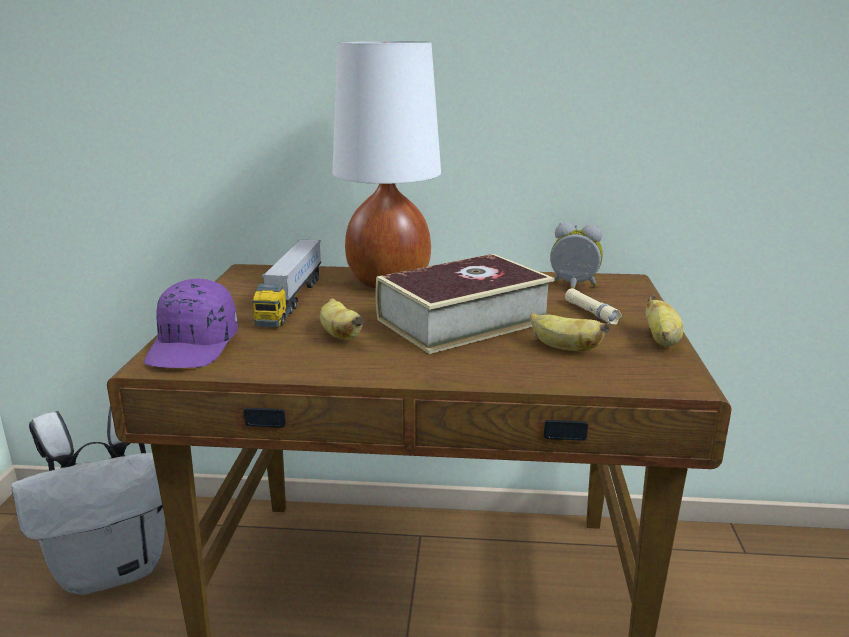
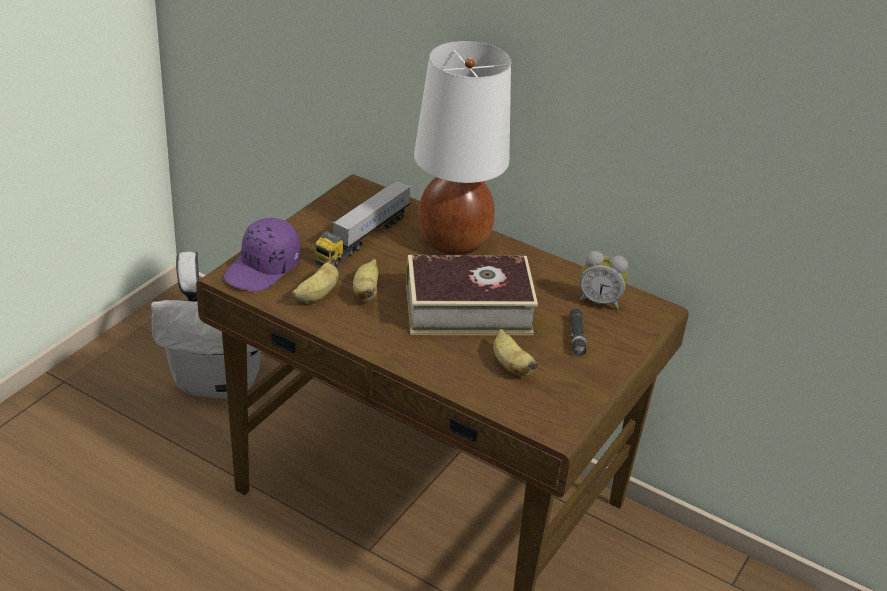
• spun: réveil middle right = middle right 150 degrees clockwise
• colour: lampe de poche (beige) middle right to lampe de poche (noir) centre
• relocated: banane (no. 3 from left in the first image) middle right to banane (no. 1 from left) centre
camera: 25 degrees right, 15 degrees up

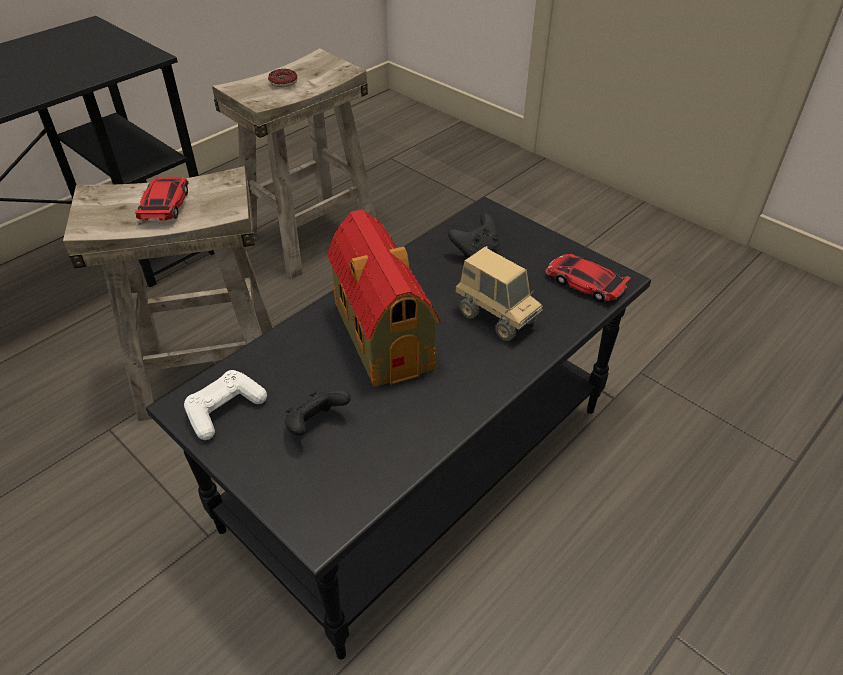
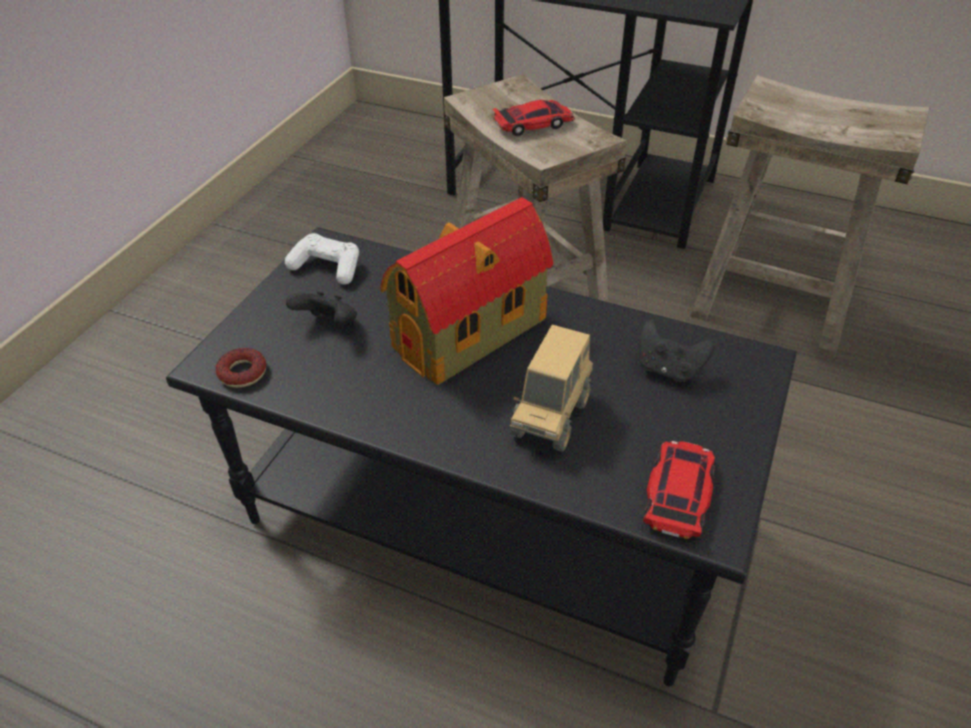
• relocated: beignet top centre to middle left
camera: 70 degrees right, 0 degrees up

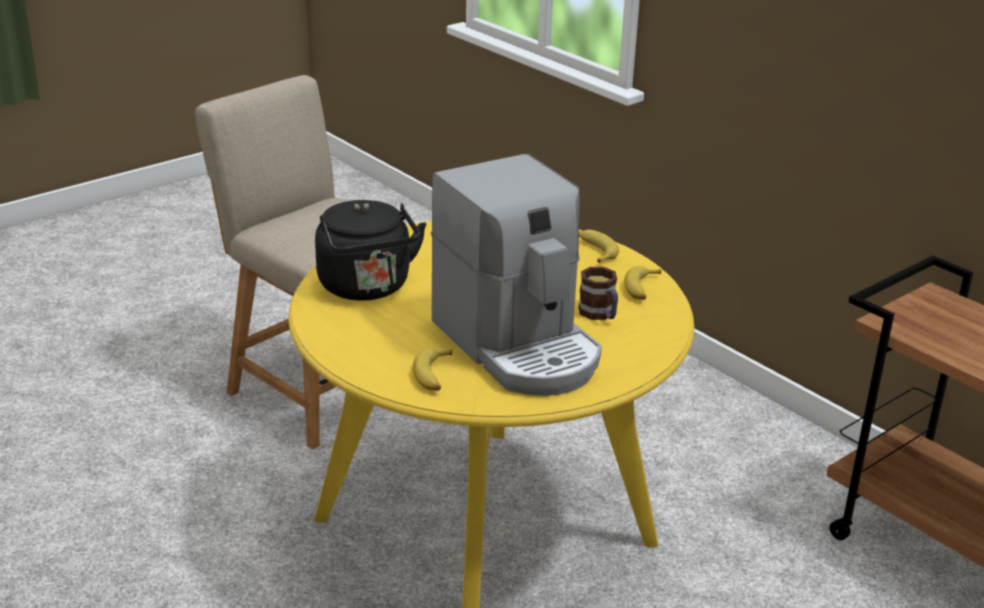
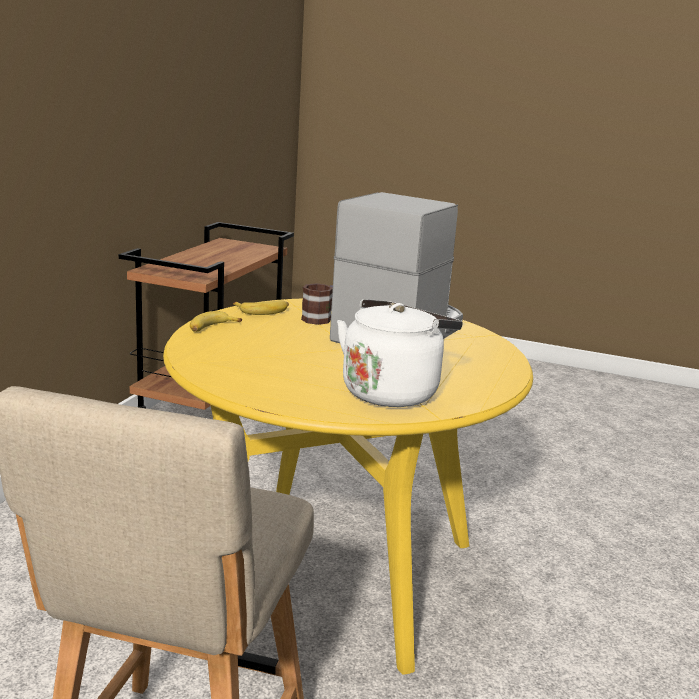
• colour: bouilloire (noir) centre to bouilloire (blanc) centre
• missing: banane (no. 1 from left) centre
camera: 120 degrees left, 10 degrees down

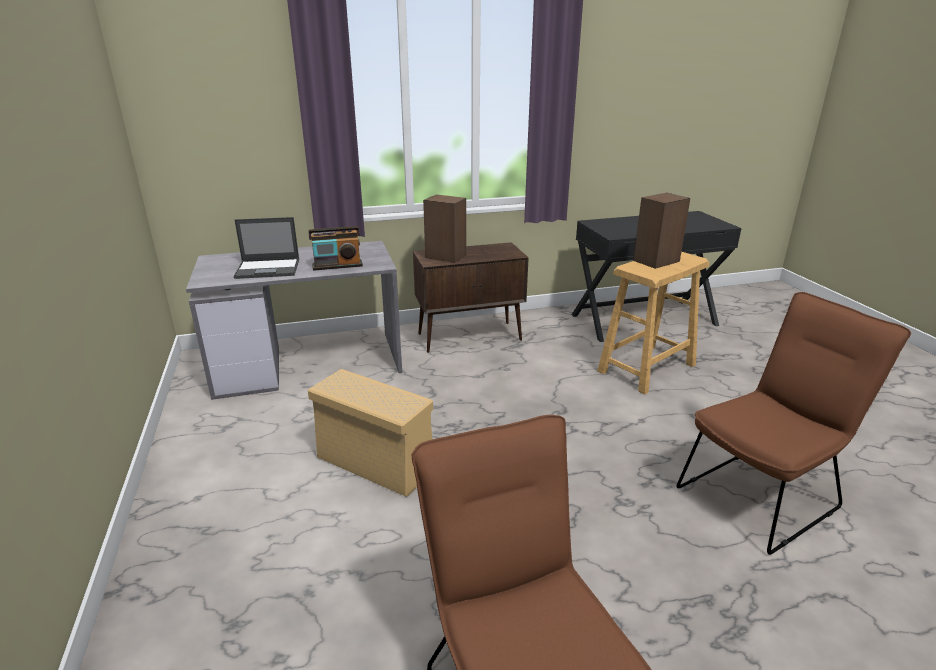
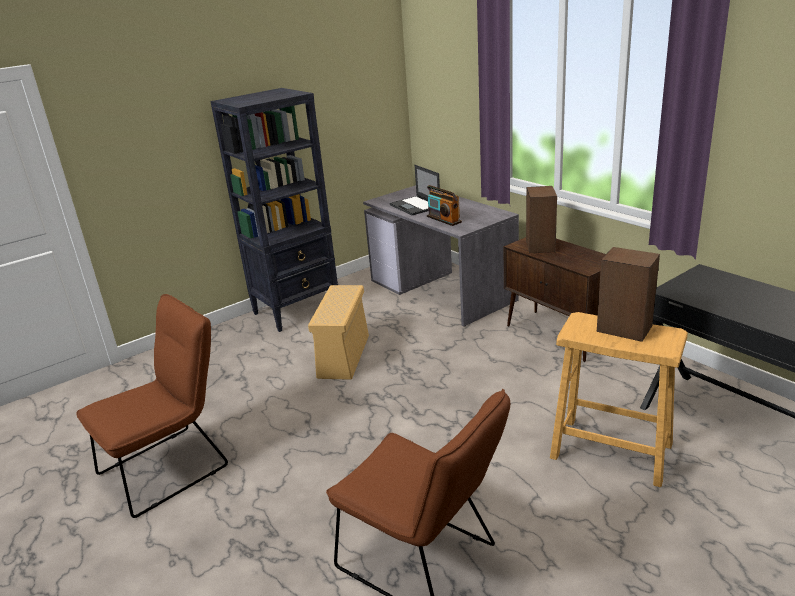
• appeared: bibliothèque (noir) centre
camera: 70 degrees right, 0 degrees up

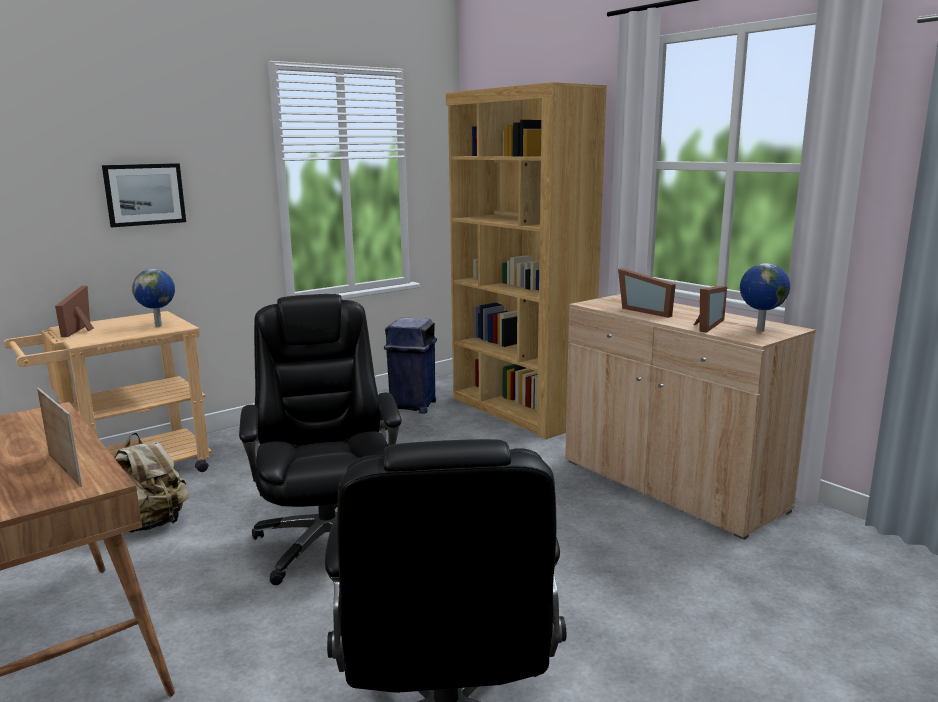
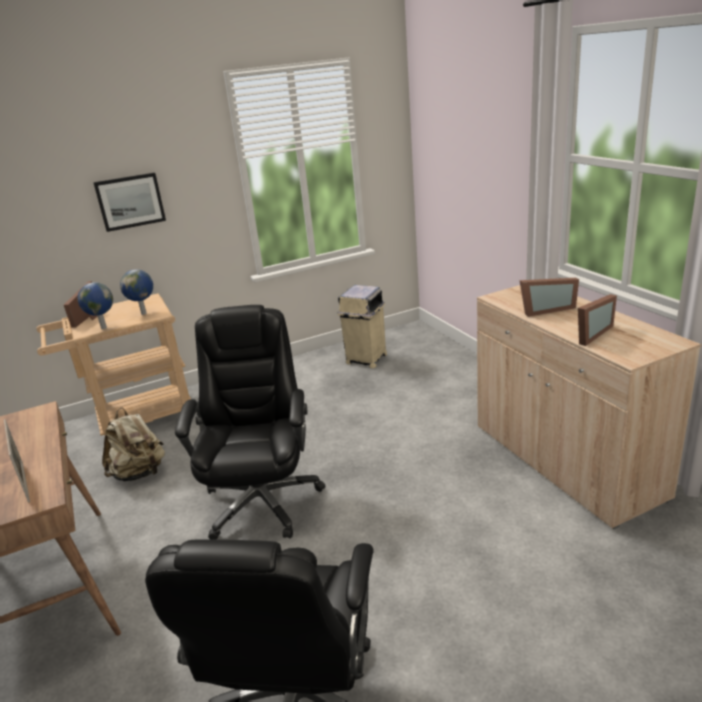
• missing: bibliothèque (marron) centre
• relocated: globe (no. 2 from left in the first image) middle right to globe (no. 1 from left) middle left
• spun: cadre photo (no. 3 from left) middle right = middle right 75 degrees counterclockwise
• colour: poubelle (bleu) centre to poubelle (beige) centre
camera: 15 degrees right, 10 degrees up

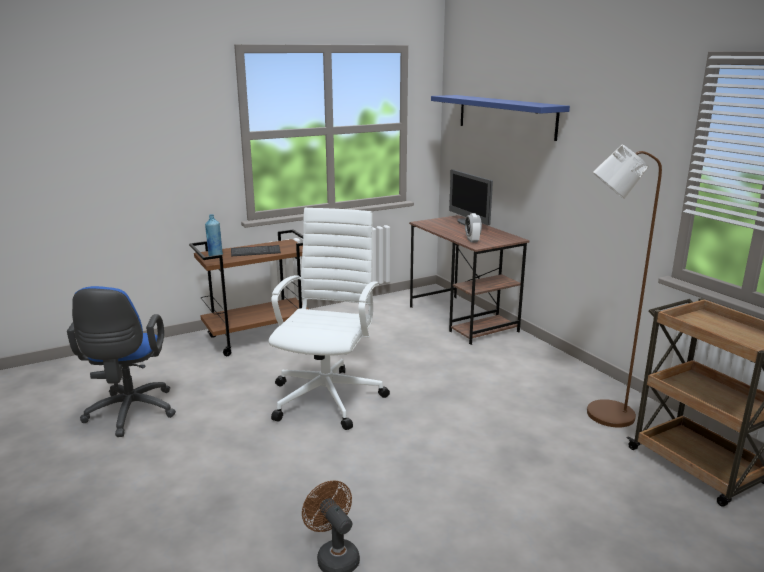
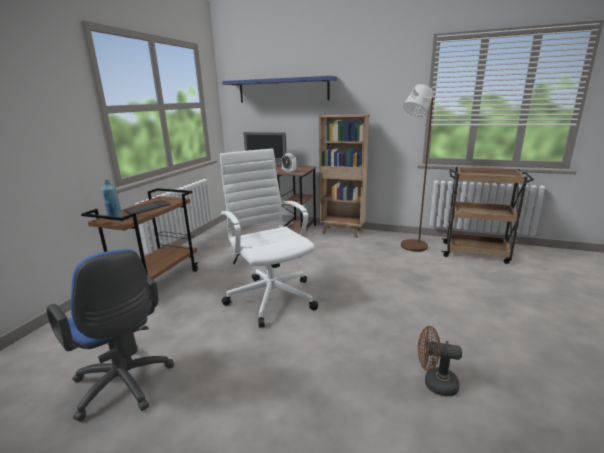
• appeared: bibliothèque (marron) centre
camera: 40 degrees left, 0 degrees up

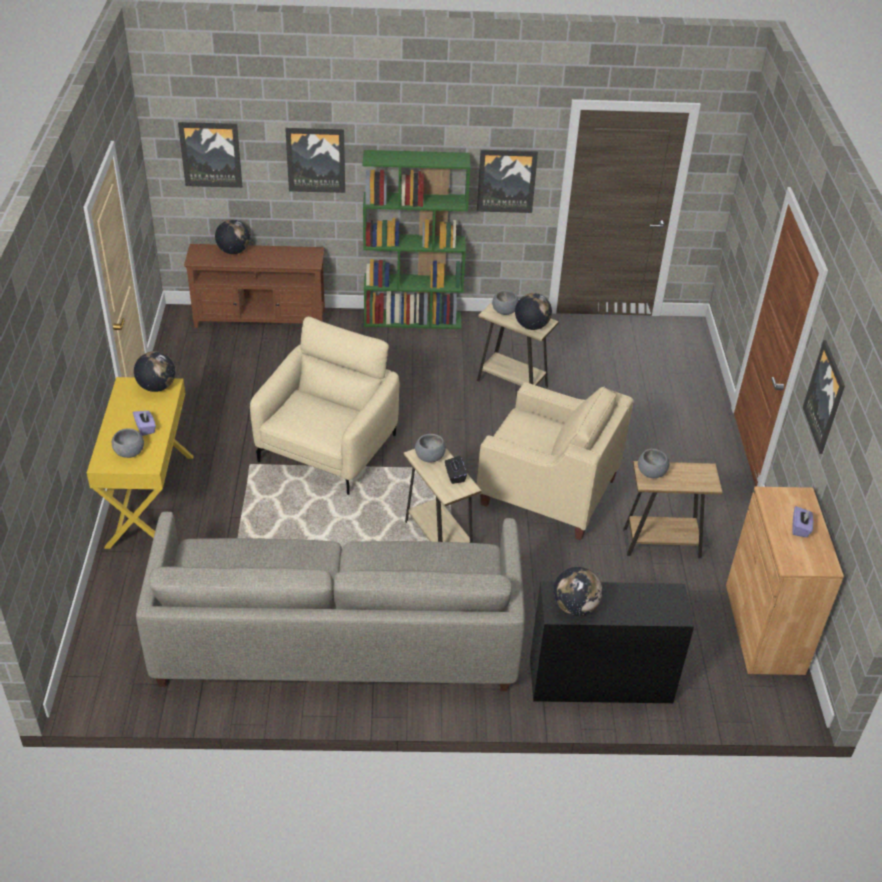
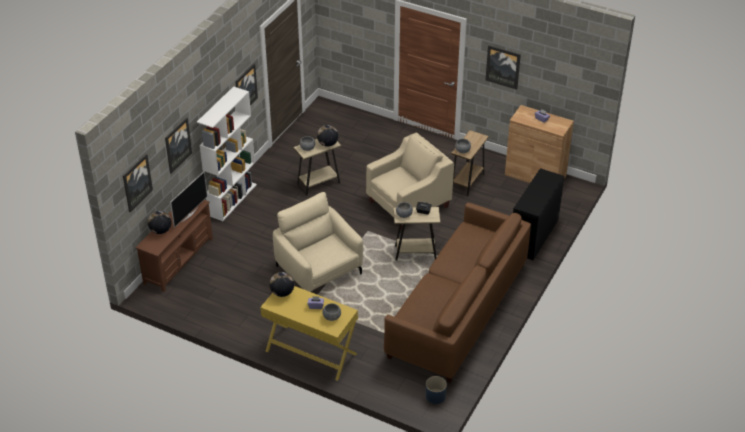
• colour: bibliothèque (vert) top centre to bibliothèque (blanc) middle left
• colour: canapé (gris) bottom centre to canapé (marron) bottom centre
• missing: globe (no. 4 from left) bottom centre
• appeared: téléviseur middle left
• appeared: cache-pot (bleu) bottom centre
camera: 60 degrees left, 0 degrees up

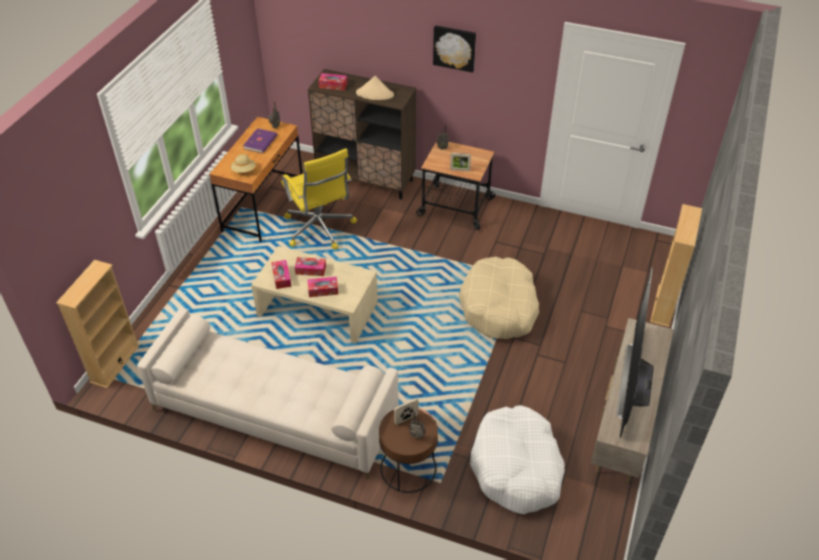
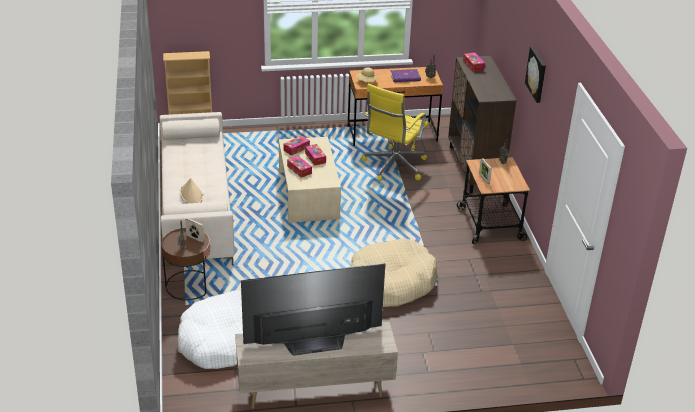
• relocated: chapeau (beige) (no. 2 from left in the first image) top centre to chapeau (beige) (no. 1 from left) middle left
• missing: bibliothèque (beige) (no. 2 from left) middle right
camera: 60 degrees right, 10 degrees down

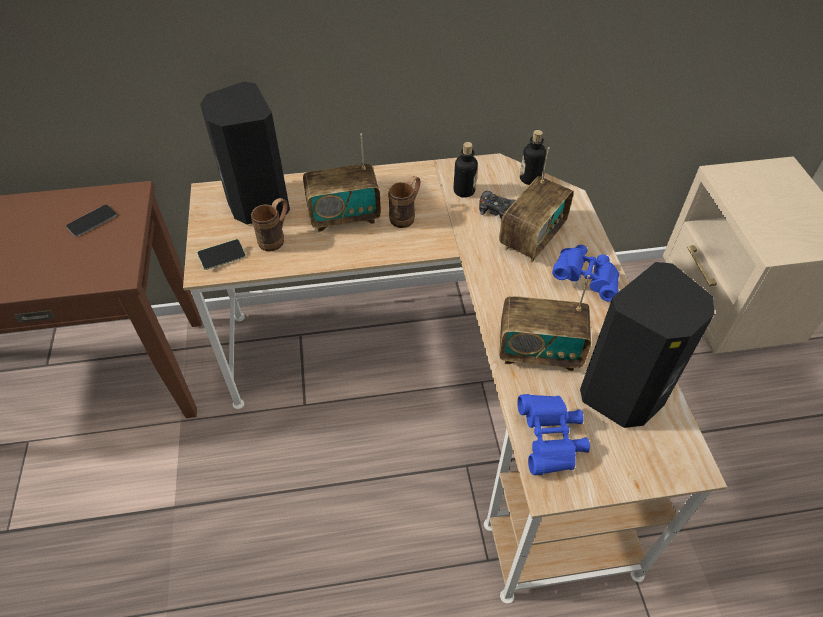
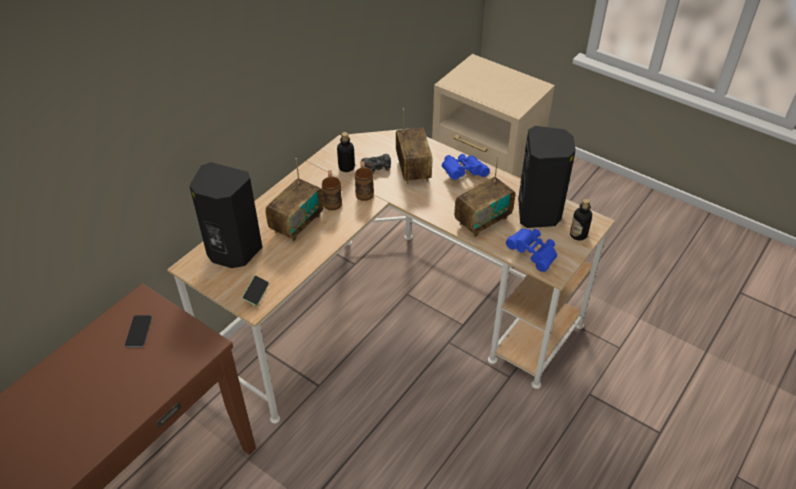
• relocated: bouteille (no. 2 from left) top centre to middle right
• relocated: mug (marron) (no. 1 from left in the first image) middle left to mug (marron) (no. 2 from left) centre
camera: 45 degrees left, 5 degrees down

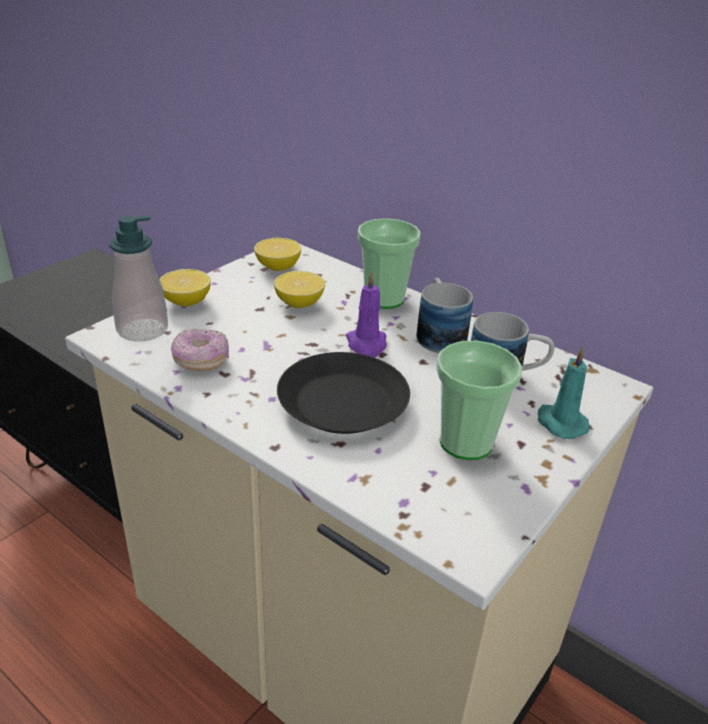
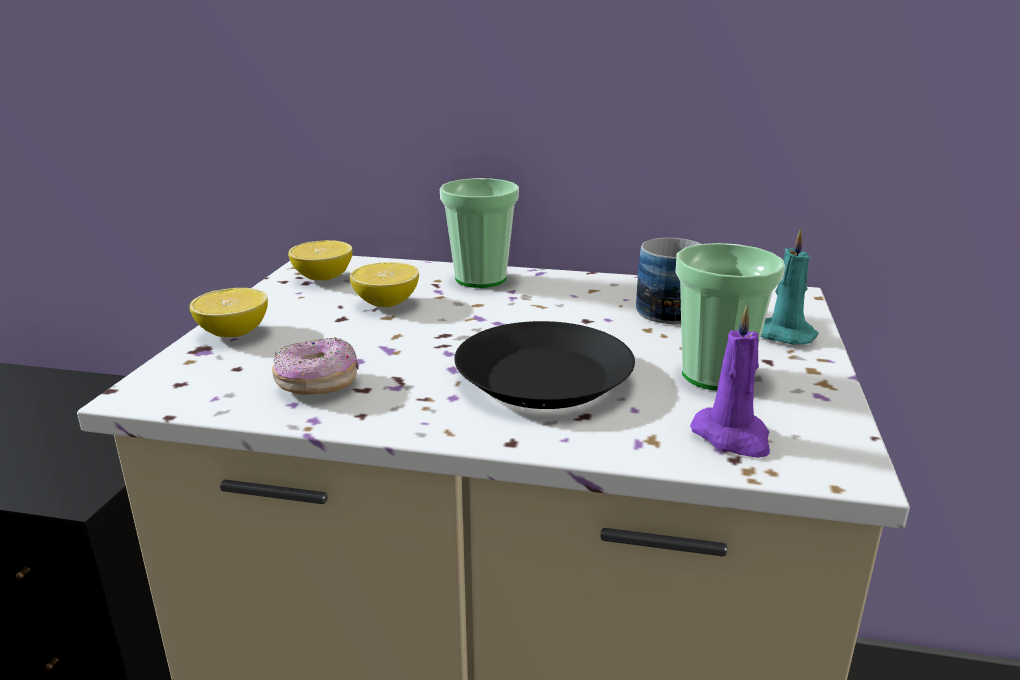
• missing: distributeur de savon middle left
• relocated: bougie (violet) centre to middle right
• missing: mug (no. 1 from left) centre
camera: 25 degrees left, 10 degrees down

